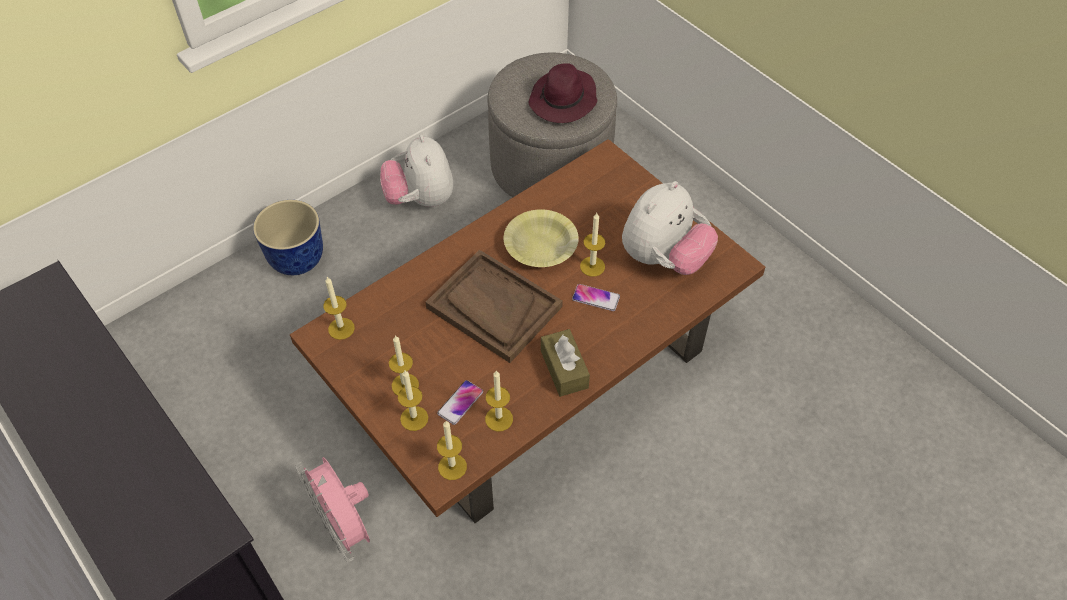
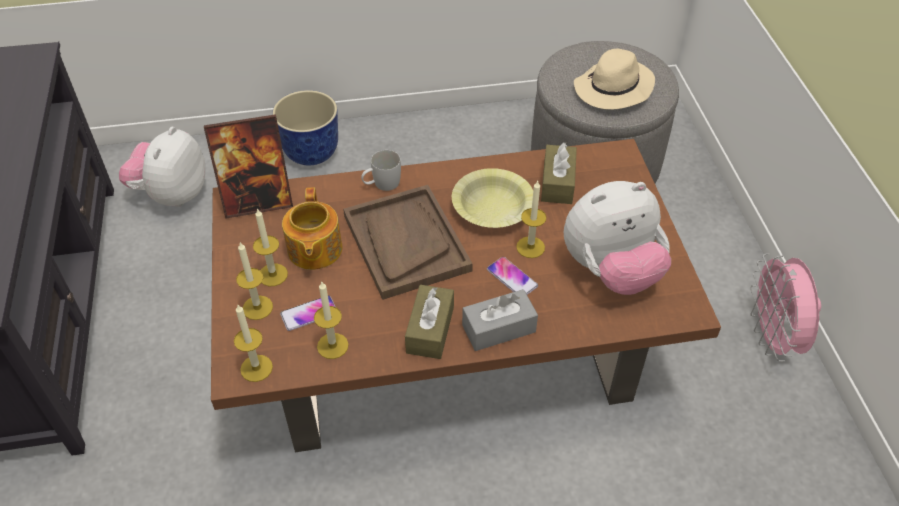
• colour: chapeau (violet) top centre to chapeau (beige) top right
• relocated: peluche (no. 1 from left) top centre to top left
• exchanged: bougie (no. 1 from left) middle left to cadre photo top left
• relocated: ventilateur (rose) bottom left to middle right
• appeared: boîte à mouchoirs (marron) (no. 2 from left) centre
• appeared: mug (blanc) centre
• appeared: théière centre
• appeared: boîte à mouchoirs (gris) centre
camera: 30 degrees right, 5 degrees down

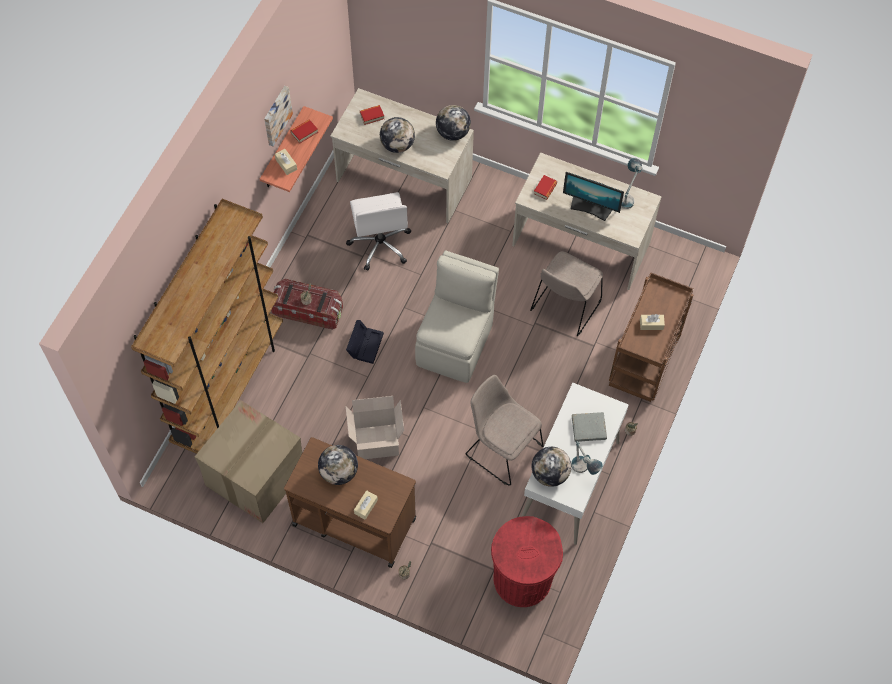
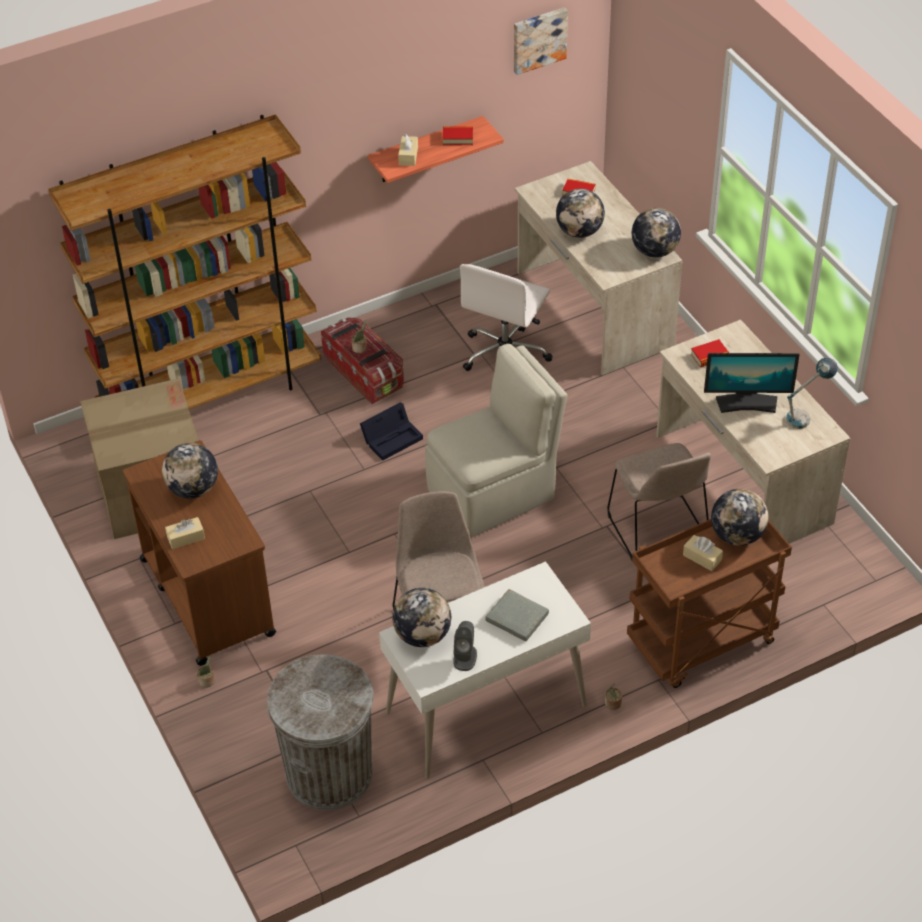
• relocated: tableau top left to top centre
• spun: écran d'ordinateur top centre = middle right 60 degrees counterclockwise
• spun: chaise (beige) (no. 3 from left) centre = middle right 90 degrees counterclockwise
• missing: carton (no. 2 from left) centre
• exchanged: lampe de table (no. 1 from left) bottom centre to enceinte (gris) bottom centre
• colour: poubelle (rouge) bottom centre to poubelle (gris) bottom centre
• appeared: globe (no. 5 from left) middle right
camera: 40 degrees right, 15 degrees down

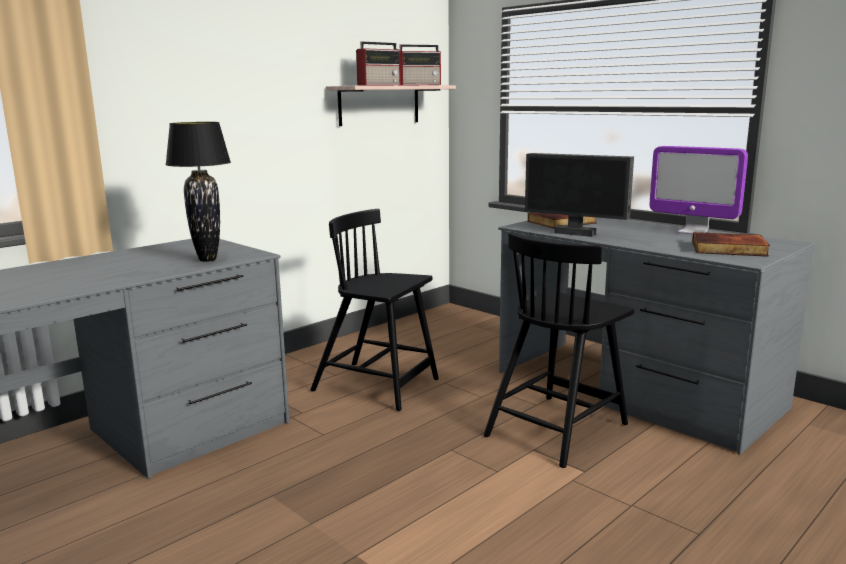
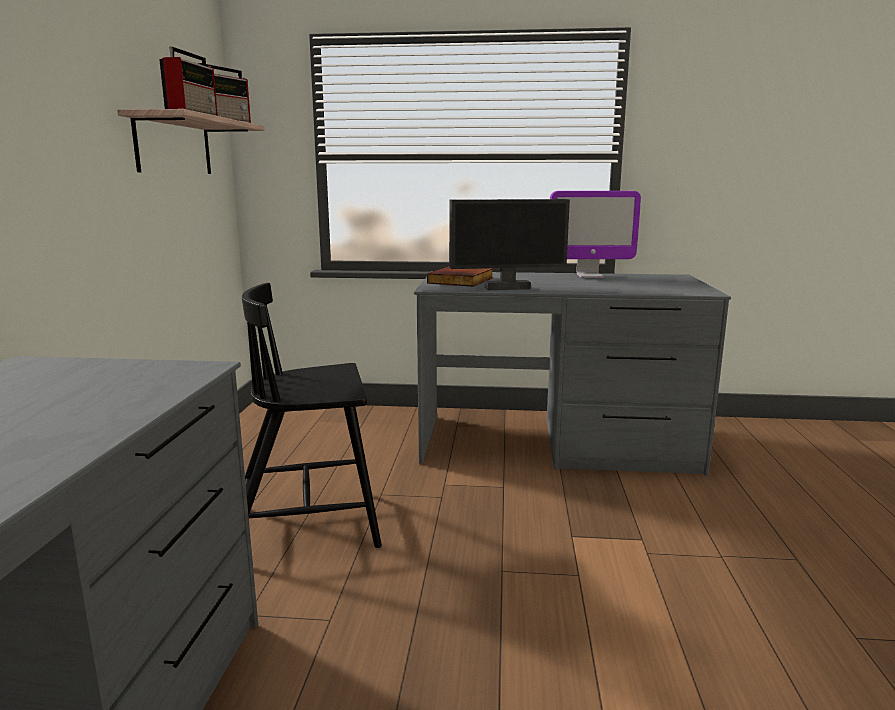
• missing: lampe de table (noir) middle left
• missing: chaise (noir) (no. 2 from left) centre
• missing: livre (no. 2 from left) middle right
camera: 40 degrees left, 0 degrees up

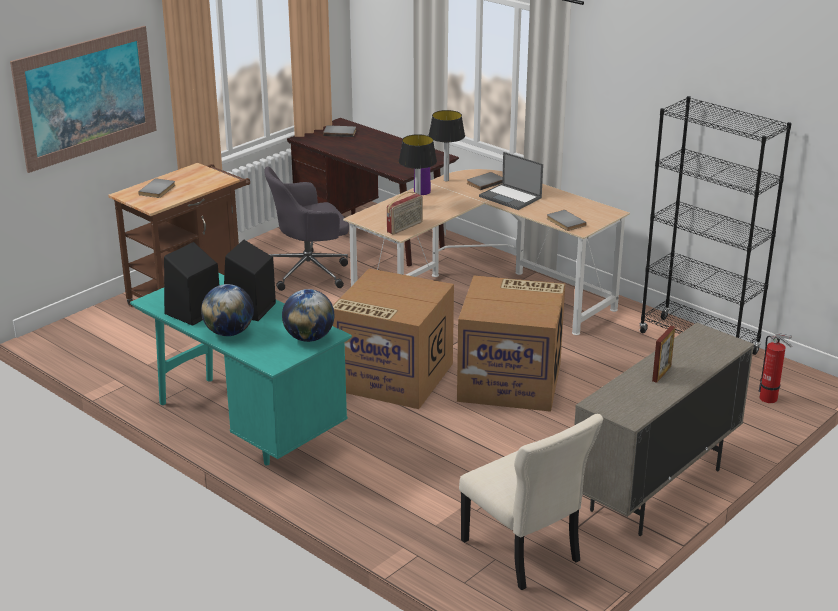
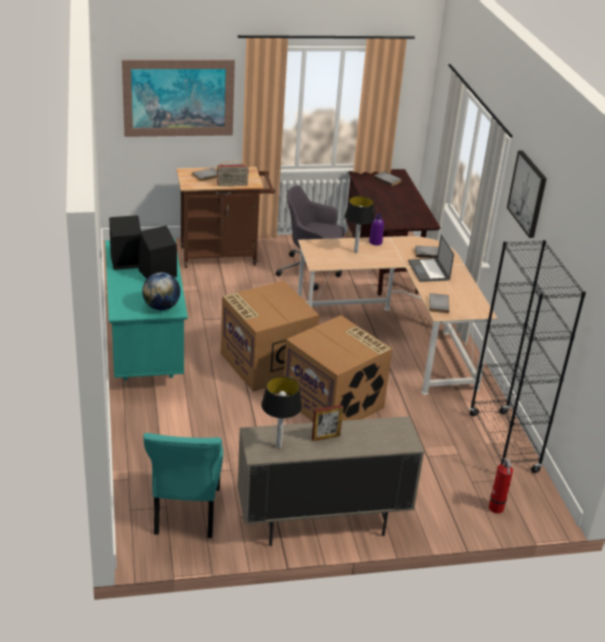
• relocated: lampe de table (no. 2 from left in the first image) top centre to lampe de table (no. 1 from left) centre
• relocated: radio centre to top centre
• missing: globe (no. 1 from left) middle left
• colour: chaise (beige) bottom centre to chaise (turquoise) bottom left
• appeared: tableau (no. 2 from left) top right
camera: 35 degrees right, 5 degrees up

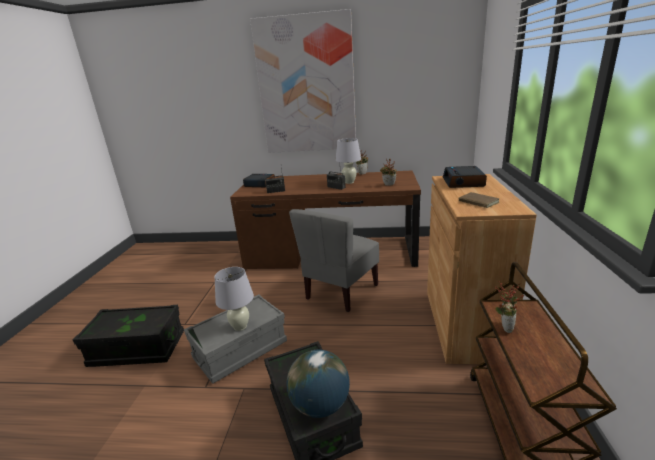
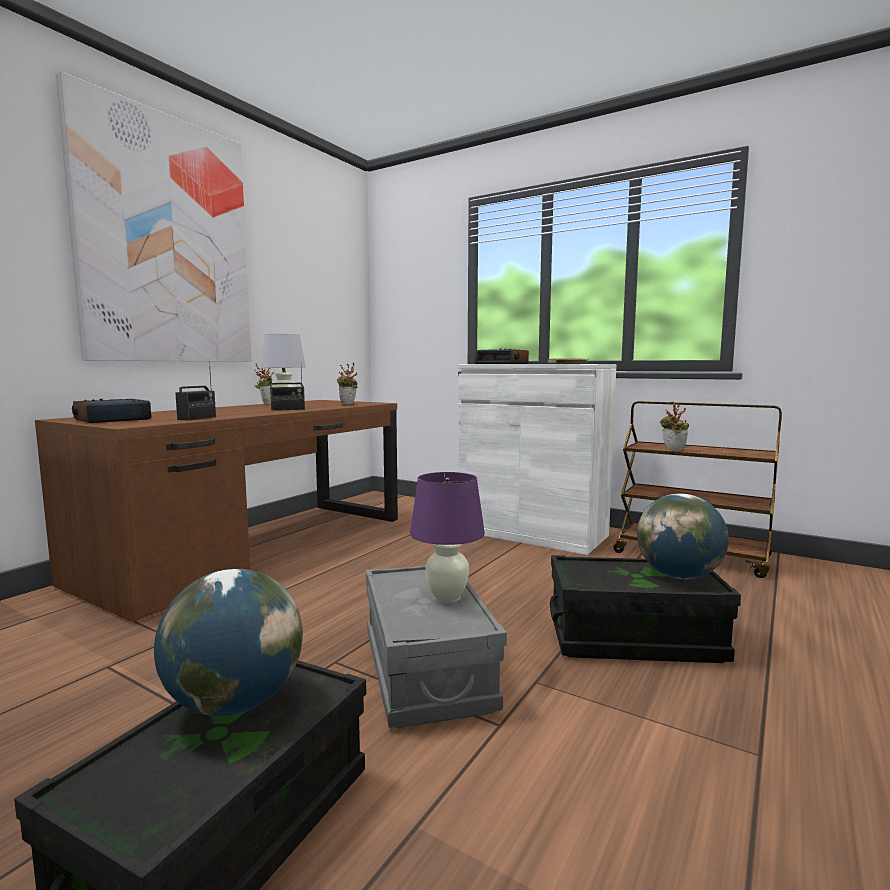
• colour: meuble de rangement (marron) middle right to meuble de rangement (blanc) centre
• missing: chaise (gris) centre
• colour: lampe de table (blanc) (no. 1 from left) centre to lampe de table (violet) centre
• appeared: globe (no. 1 from left) bottom left
camera: 65 degrees left, 15 degrees down

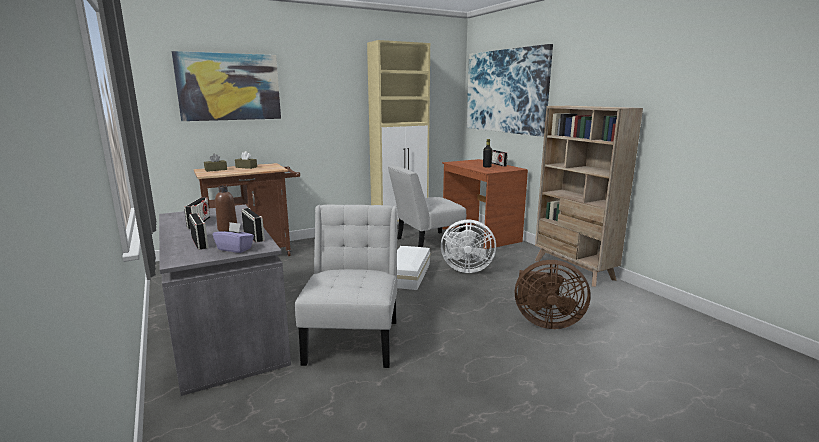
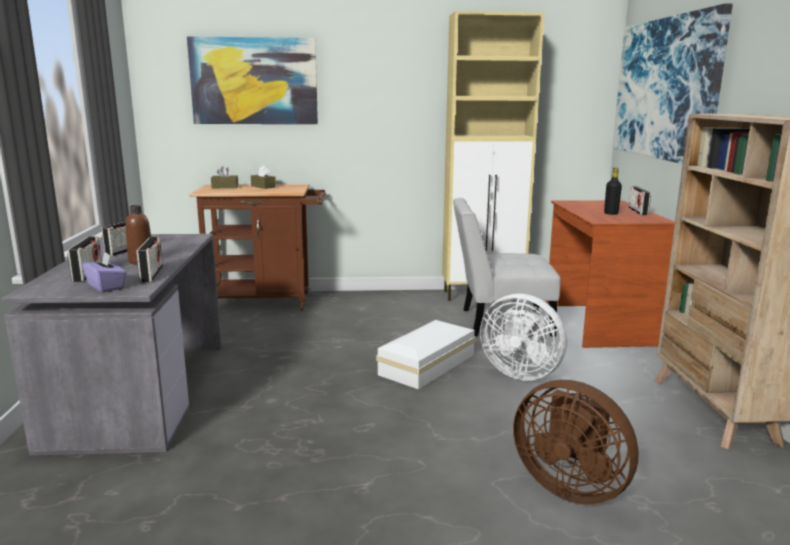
• missing: chaise (blanc) (no. 1 from left) centre
camera: 25 degrees right, 0 degrees up

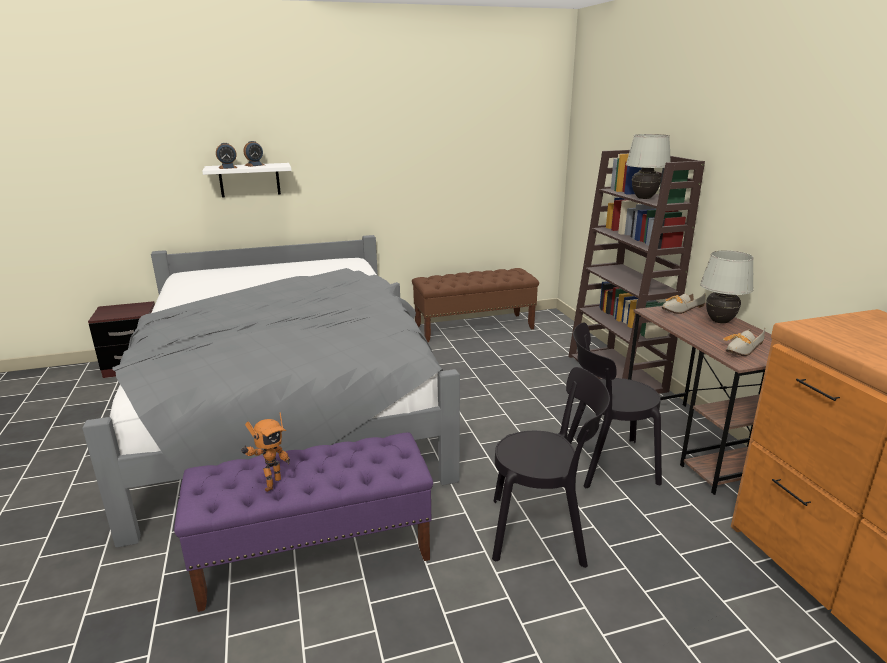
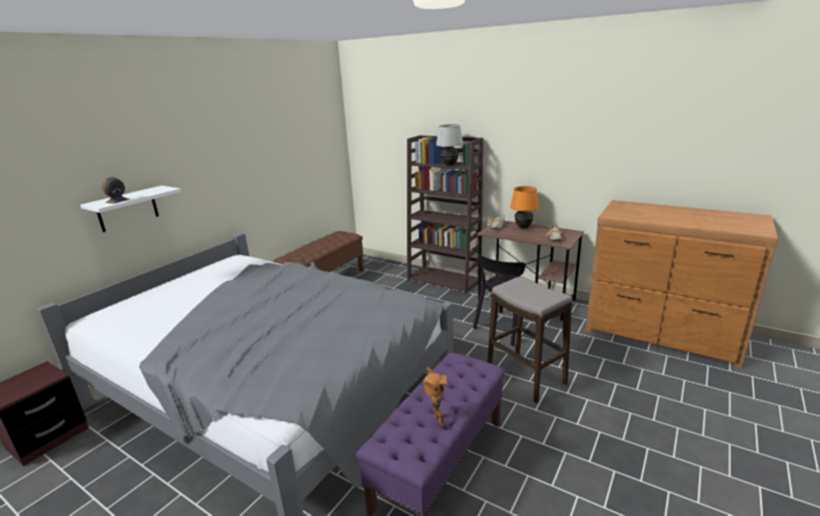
• missing: réveil (no. 2 from left) top left
• colour: lampe de table (blanc) (no. 2 from left) middle right to lampe de table (orange) centre
• exchanged: chaise (noir) (no. 1 from left) bottom centre to tabouret centre
camera: 40 degrees left, 0 degrees up

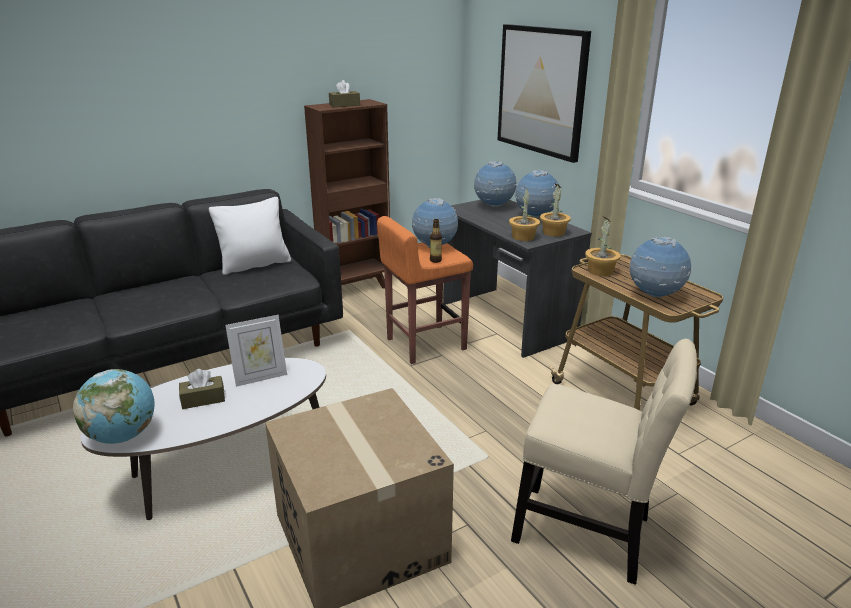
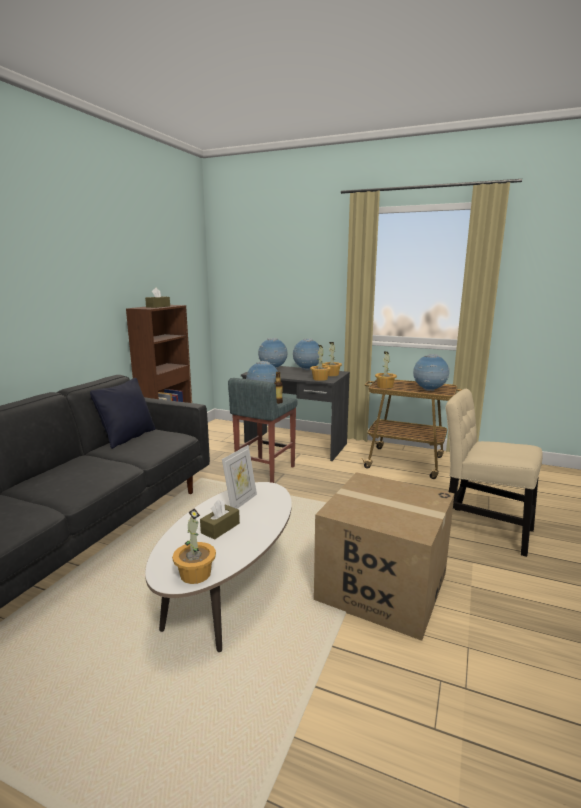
• missing: tableau top centre
• colour: coussin (blanc) middle left to coussin (noir) middle left
• colour: tabouret (orange) centre to tabouret (gris) centre
• spun: chaise (beige) bottom right = middle right 135 degrees counterclockwise
• exchanged: globe (no. 1 from left) bottom left to plante en pot (no. 1 from left) bottom centre
camera: 35 degrees left, 10 degrees down

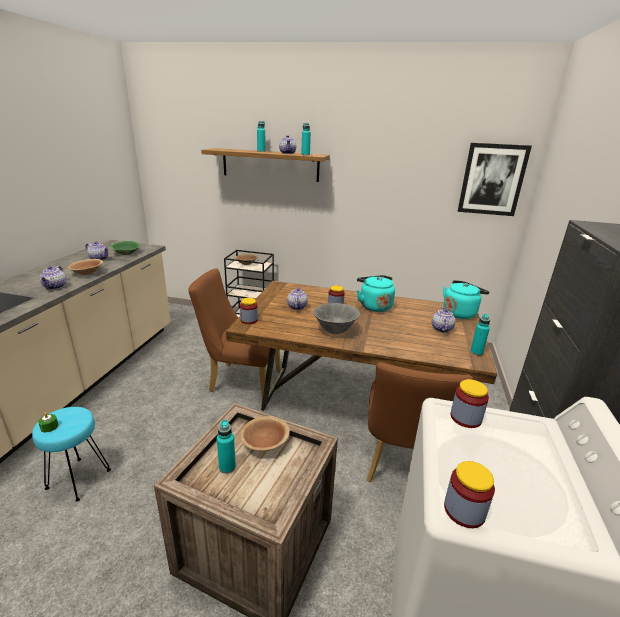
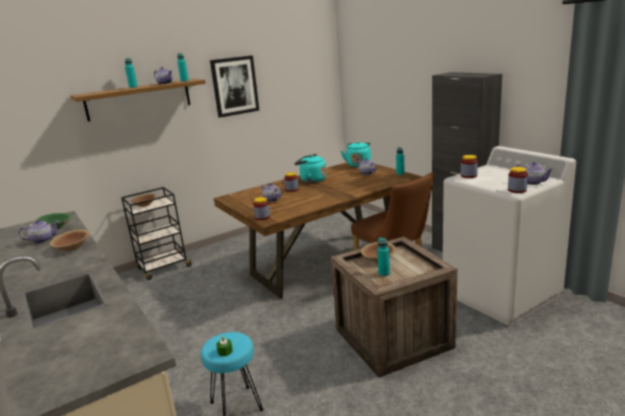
• relocated: tableau top right to top centre
• relocated: théière (no. 1 from left in the first image) middle left to théière (no. 5 from left) middle right
• missing: chaise (marron) (no. 1 from left) centre
• missing: bol (gris) centre
camera: 45 degrees left, 5 degrees down

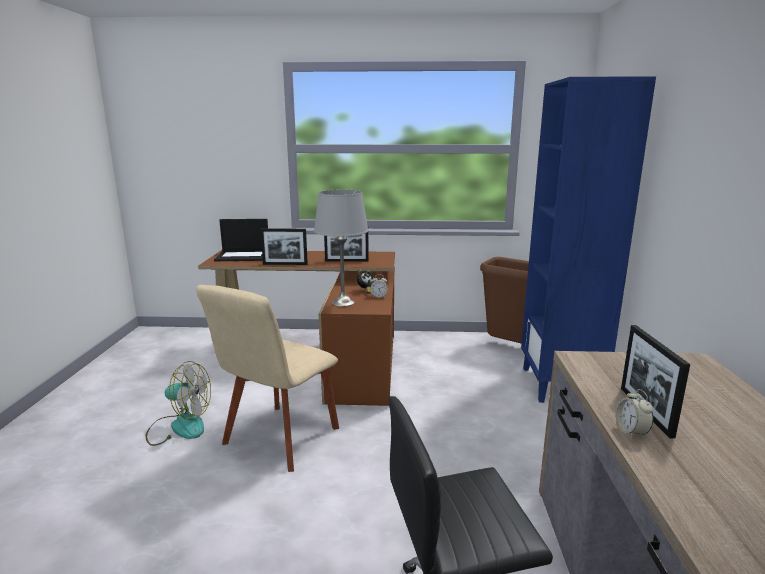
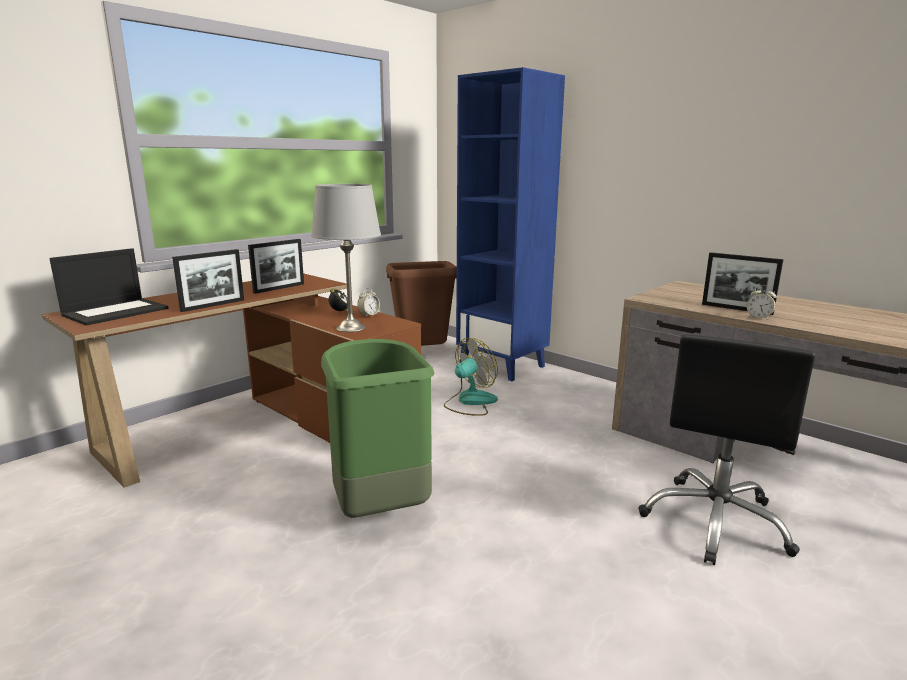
• exchanged: chaise (beige) centre to poubelle (vert) centre
• relocated: ventilateur bottom left to centre
camera: 50 degrees left, 0 degrees up

